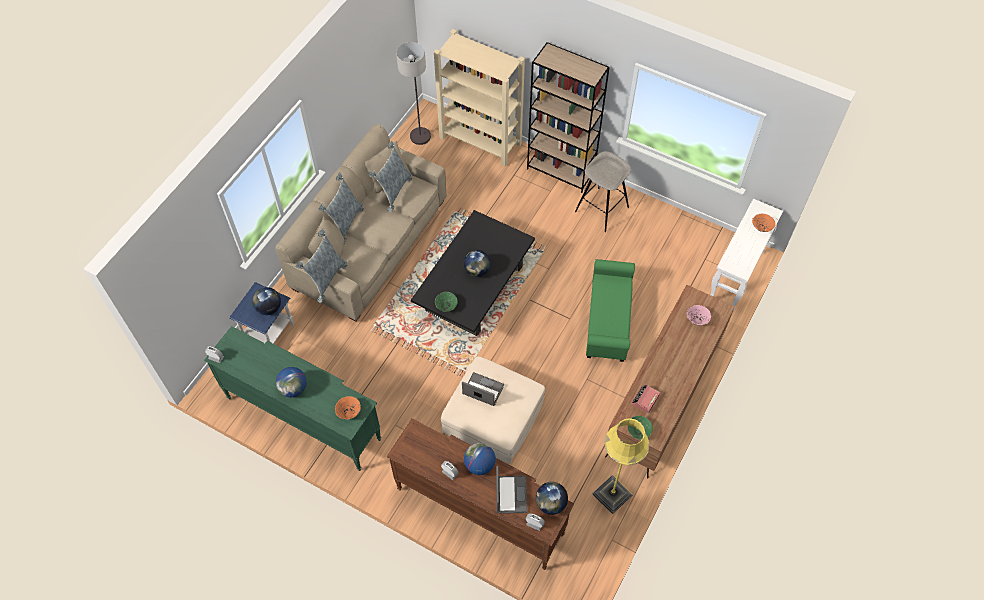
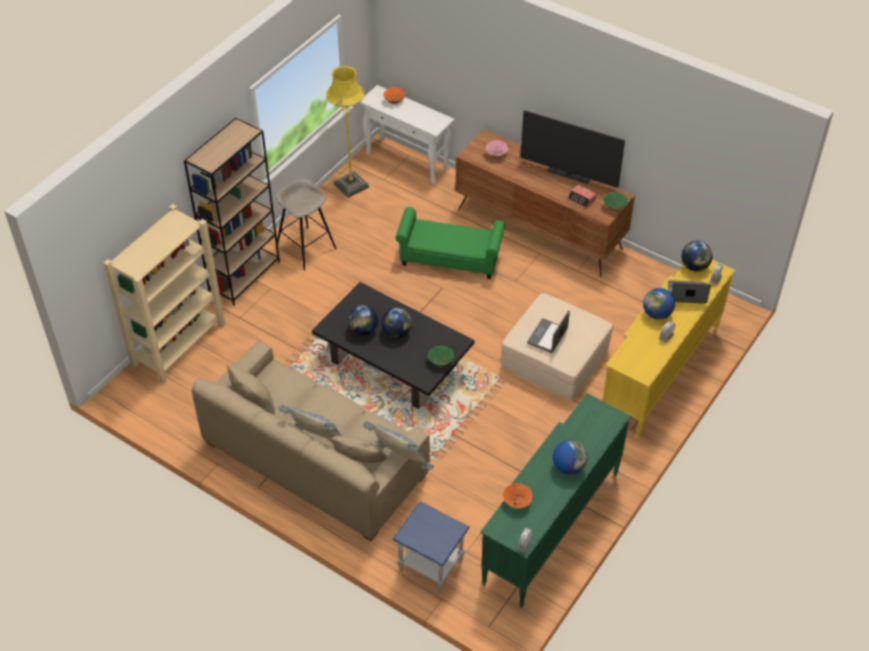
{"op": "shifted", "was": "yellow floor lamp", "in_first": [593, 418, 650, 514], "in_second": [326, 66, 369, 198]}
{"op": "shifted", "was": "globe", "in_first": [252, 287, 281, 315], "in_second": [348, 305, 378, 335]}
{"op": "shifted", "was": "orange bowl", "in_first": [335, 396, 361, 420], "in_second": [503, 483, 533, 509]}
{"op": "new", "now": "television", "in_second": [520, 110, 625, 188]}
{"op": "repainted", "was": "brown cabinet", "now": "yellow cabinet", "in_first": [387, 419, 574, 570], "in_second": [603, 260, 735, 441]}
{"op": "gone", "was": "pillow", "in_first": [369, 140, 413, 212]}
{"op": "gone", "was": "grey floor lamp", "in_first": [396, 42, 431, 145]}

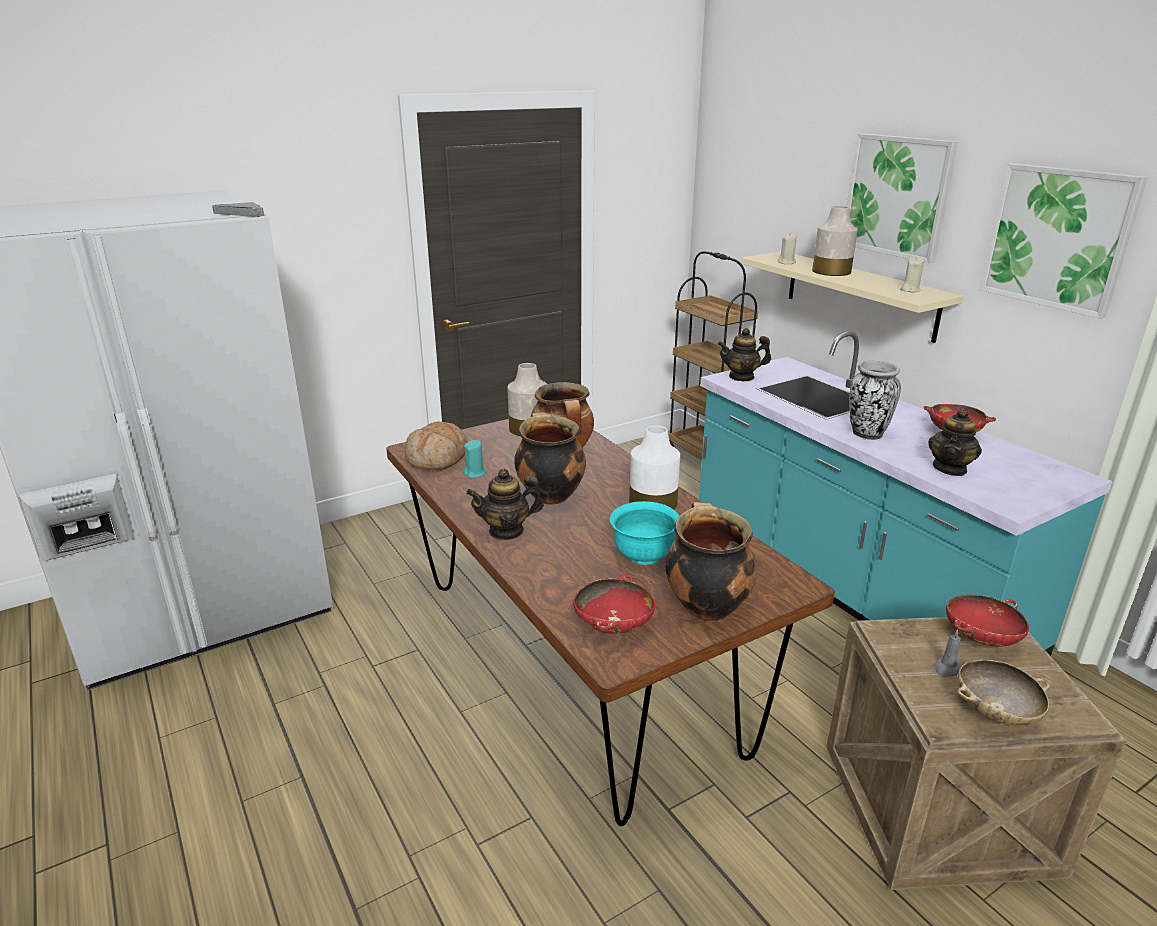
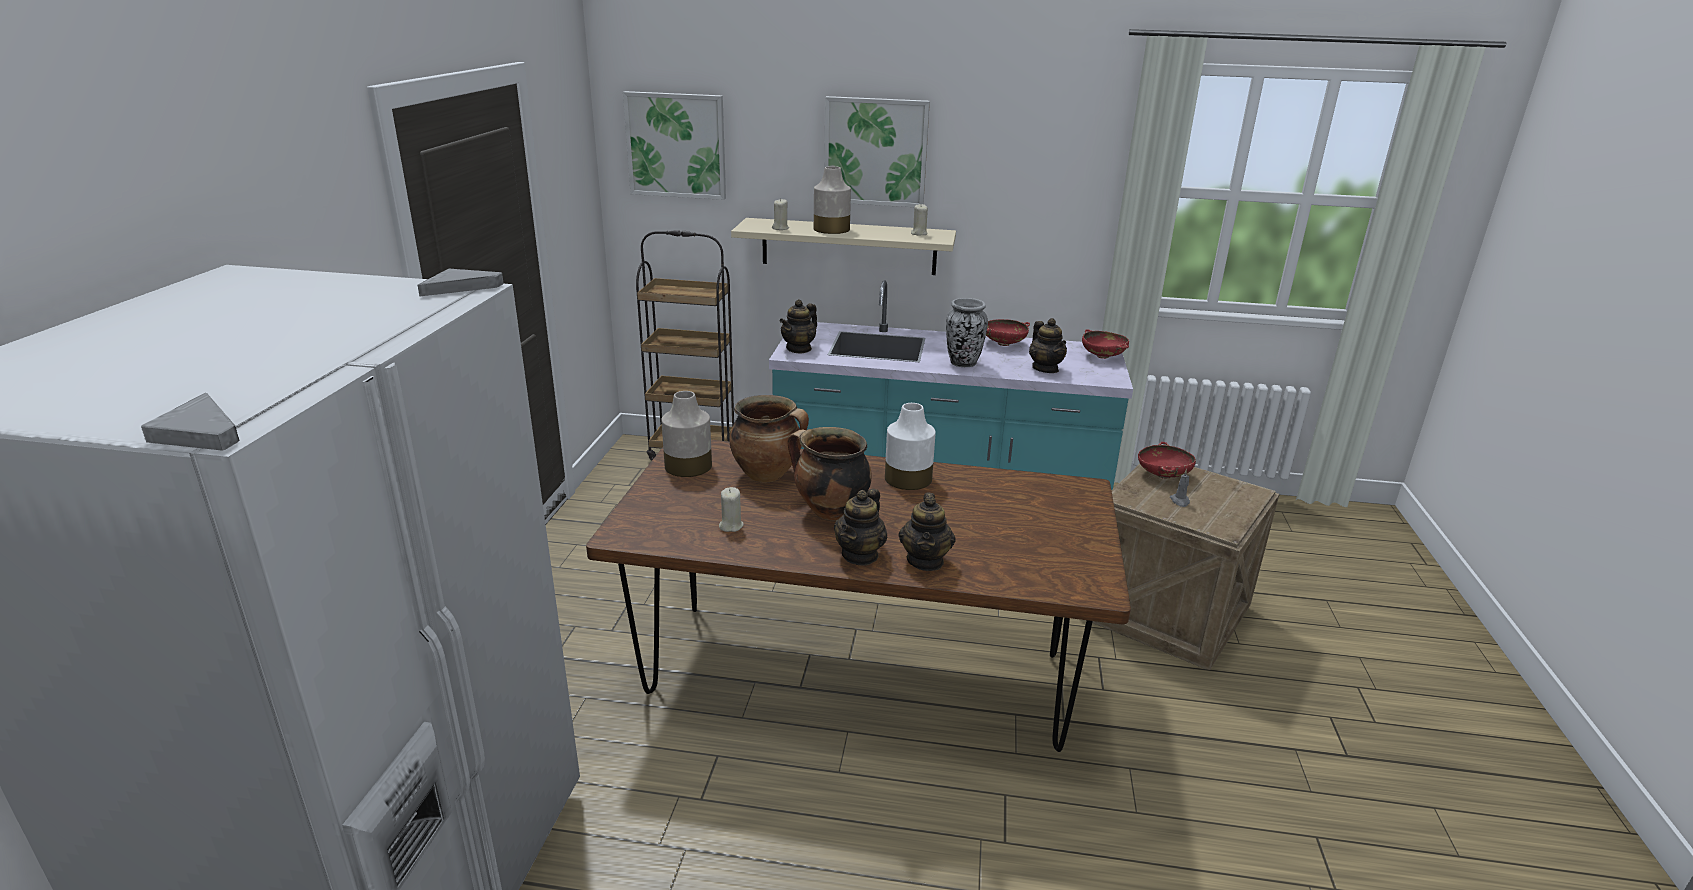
{"op": "shifted", "was": "picture", "in_first": [979, 163, 1148, 319], "in_second": [623, 91, 726, 200]}
{"op": "repainted", "was": "turquoise candle", "now": "beige candle", "in_first": [463, 440, 486, 478], "in_second": [719, 487, 744, 532]}
{"op": "new", "now": "teapot", "in_second": [898, 492, 956, 571]}
{"op": "shifted", "was": "red bowl", "in_first": [573, 574, 655, 634], "in_second": [1082, 329, 1129, 359]}
{"op": "gone", "was": "bread", "in_first": [405, 421, 468, 470]}
{"op": "gone", "was": "turquoise bowl", "in_first": [610, 501, 679, 565]}
{"op": "gone", "was": "cooking pot", "in_first": [665, 502, 757, 622]}
{"op": "gone", "was": "beige bowl", "in_first": [957, 660, 1050, 726]}

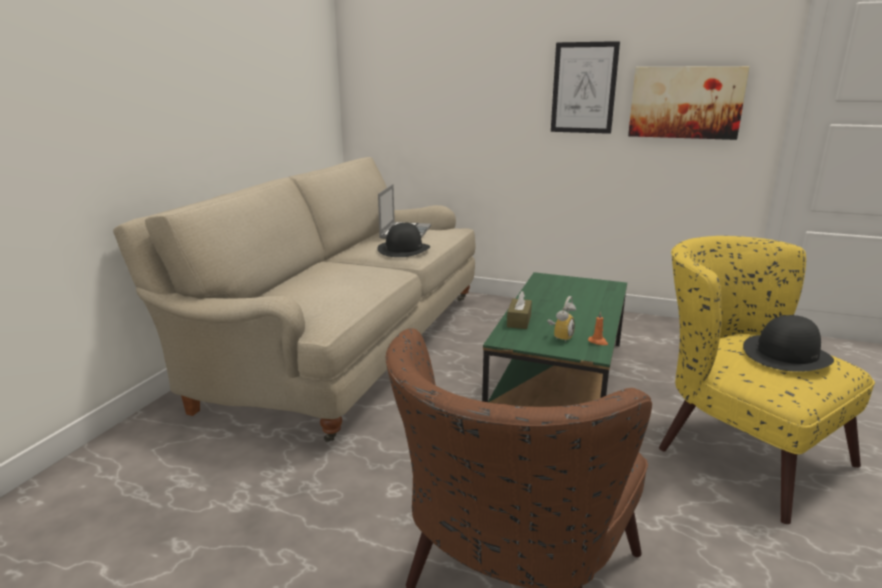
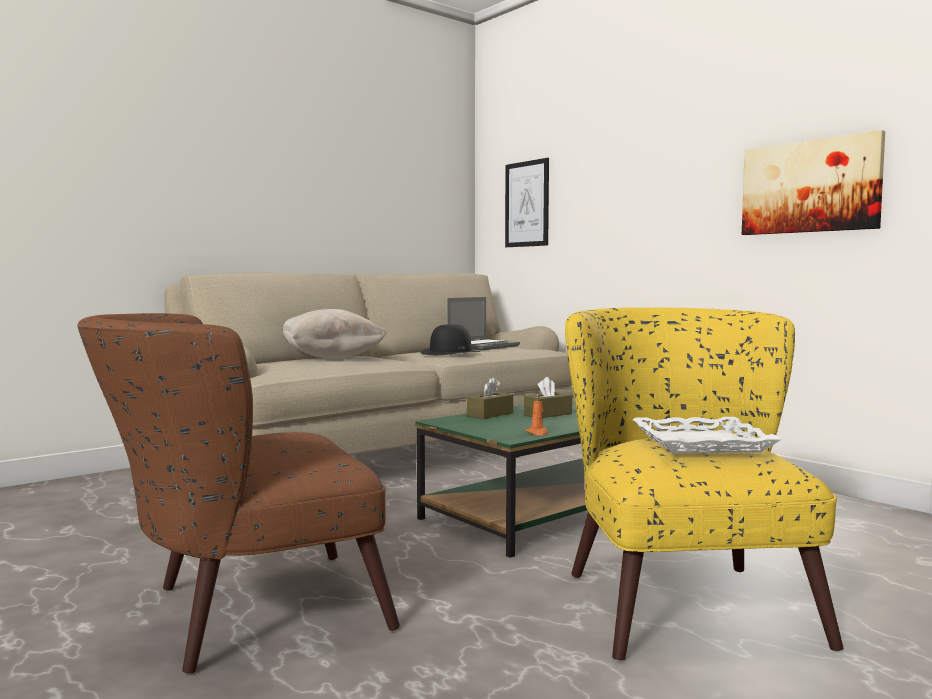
{"op": "new", "now": "beige pillow", "in_second": [283, 309, 387, 359]}
{"op": "shifted", "was": "picture", "in_first": [551, 41, 620, 134], "in_second": [505, 158, 549, 247]}
{"op": "new", "now": "brown tissue box", "in_second": [524, 377, 572, 418]}
{"op": "swapped", "was": "black hat", "now": "white tray", "in_first": [743, 315, 834, 372], "in_second": [632, 417, 782, 453]}
{"op": "gone", "was": "alarm clock", "in_first": [547, 296, 576, 342]}

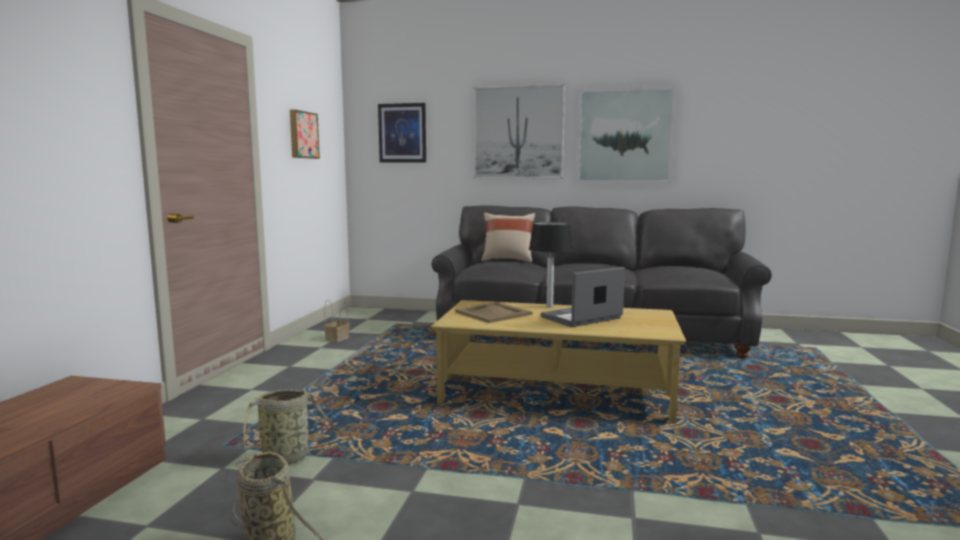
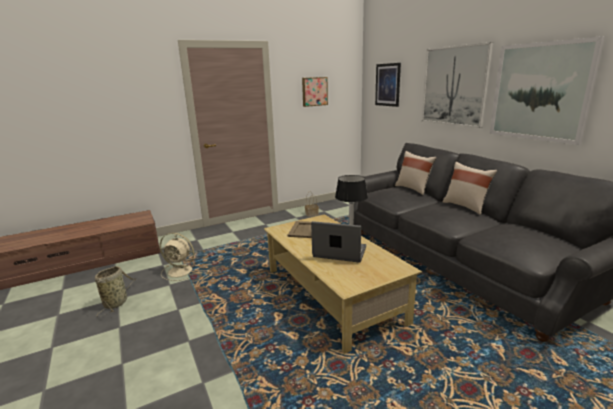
{"op": "swapped", "was": "basket", "now": "beige fan", "in_first": [236, 389, 352, 465], "in_second": [159, 233, 194, 281]}
{"op": "new", "now": "beige pillow", "in_second": [442, 162, 497, 215]}

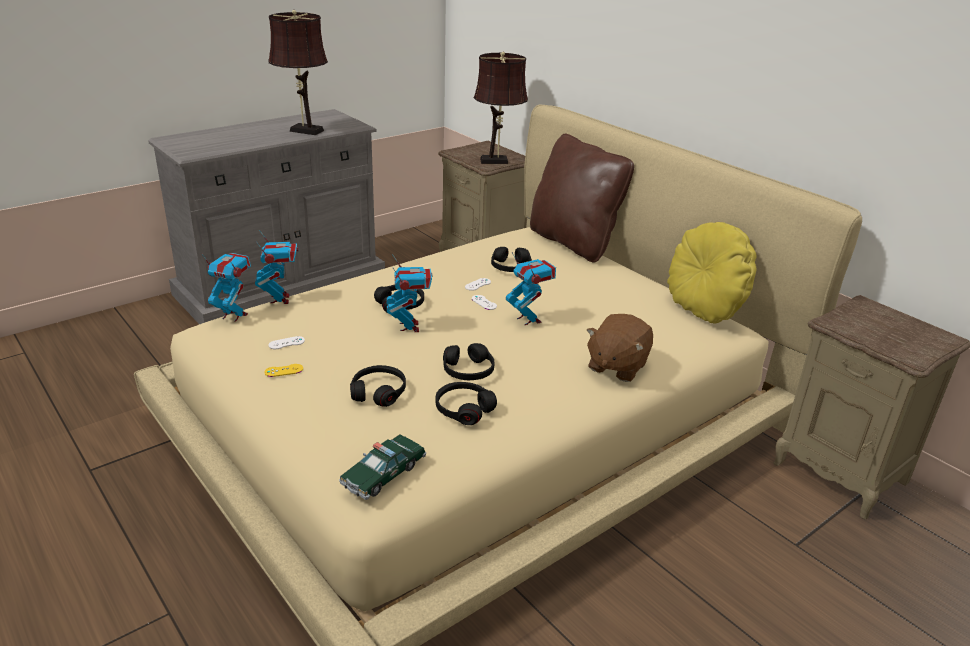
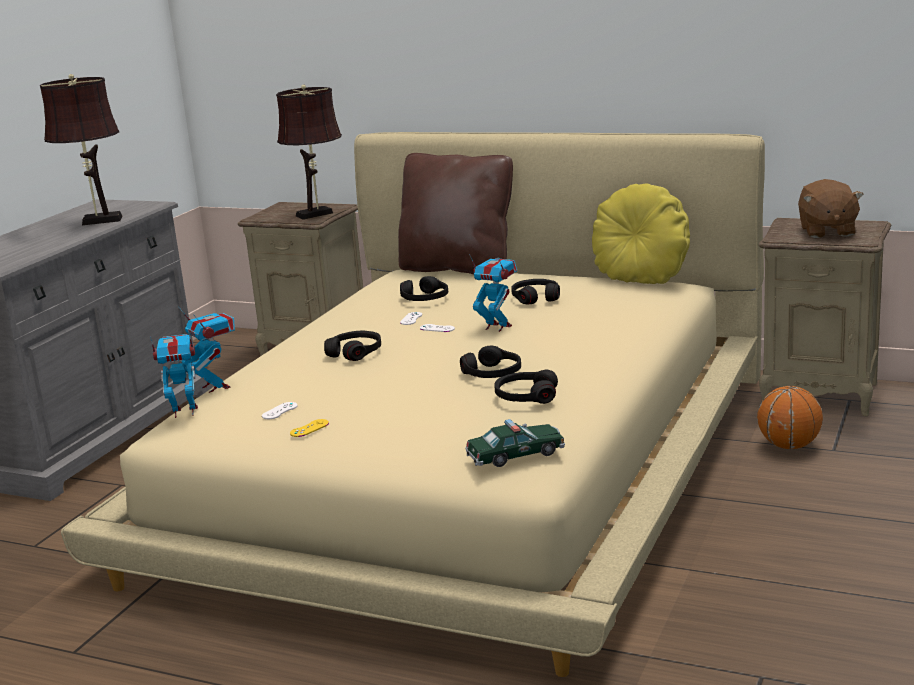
{"op": "rotated", "was": "toy car", "in_first": [339, 435, 426, 500], "in_second": [465, 419, 565, 467], "clockwise": -120}
{"op": "shifted", "was": "black headphones", "in_first": [350, 365, 406, 407], "in_second": [511, 279, 560, 305]}
{"op": "new", "now": "basketball", "in_second": [757, 386, 823, 449]}
{"op": "shifted", "was": "brown plush toy", "in_first": [586, 314, 653, 382], "in_second": [798, 179, 864, 238]}
{"op": "gone", "was": "toy robot", "in_first": [386, 254, 432, 332]}

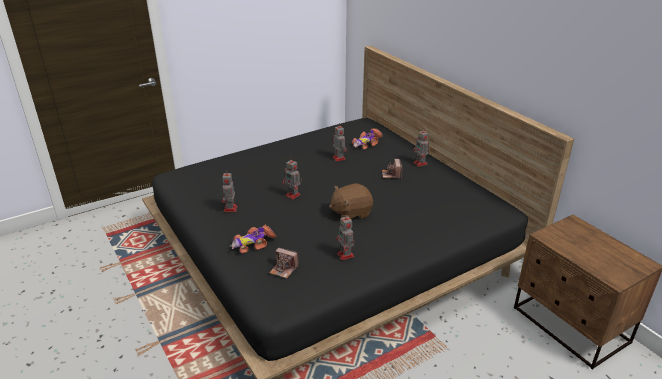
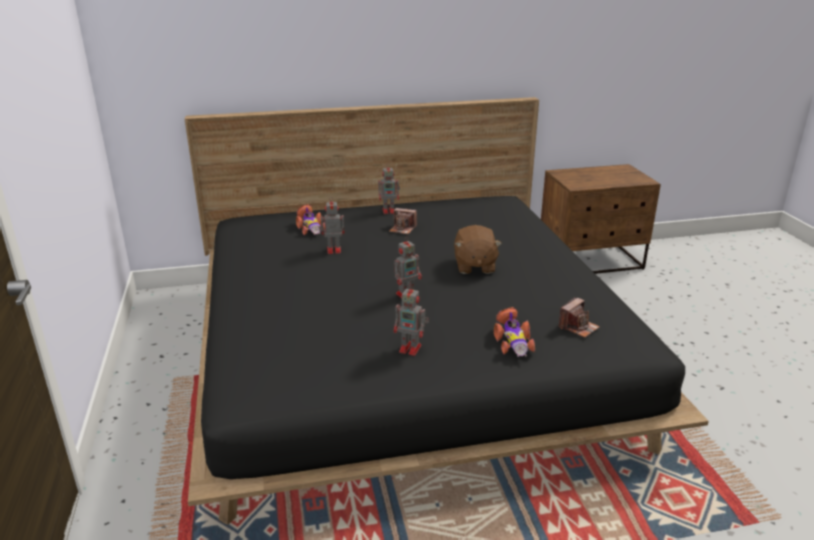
{"op": "gone", "was": "toy robot", "in_first": [336, 216, 354, 260]}

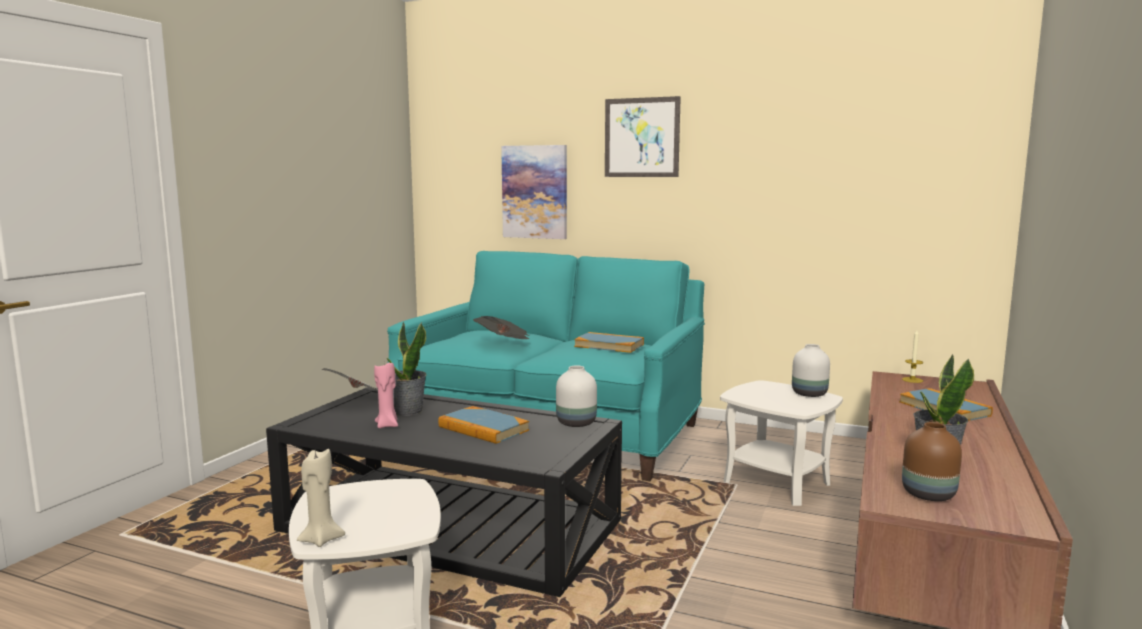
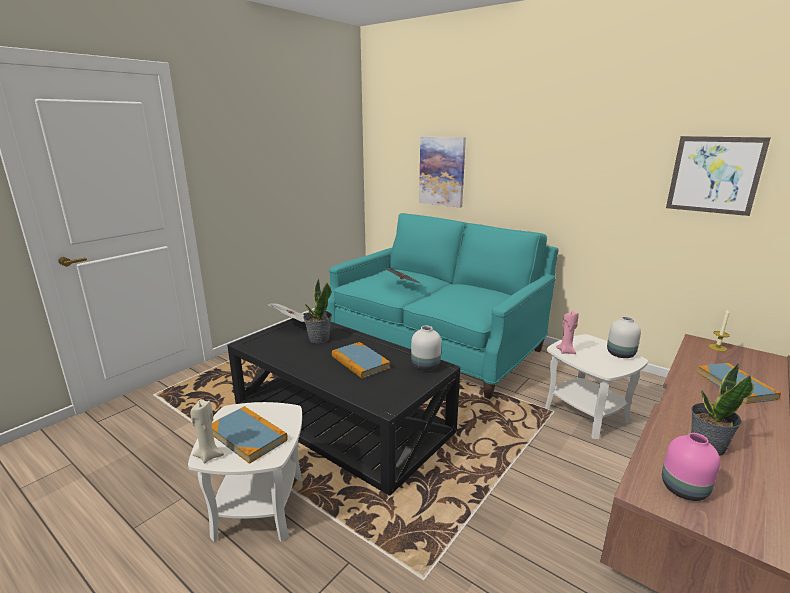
{"op": "shifted", "was": "book", "in_first": [574, 332, 644, 353], "in_second": [212, 406, 288, 464]}
{"op": "shifted", "was": "pink candle", "in_first": [374, 363, 398, 428], "in_second": [556, 311, 579, 354]}
{"op": "repainted", "was": "brown vase", "now": "pink vase", "in_first": [902, 422, 962, 501], "in_second": [662, 433, 720, 501]}
{"op": "shifted", "was": "picture", "in_first": [605, 96, 681, 177], "in_second": [666, 136, 771, 216]}

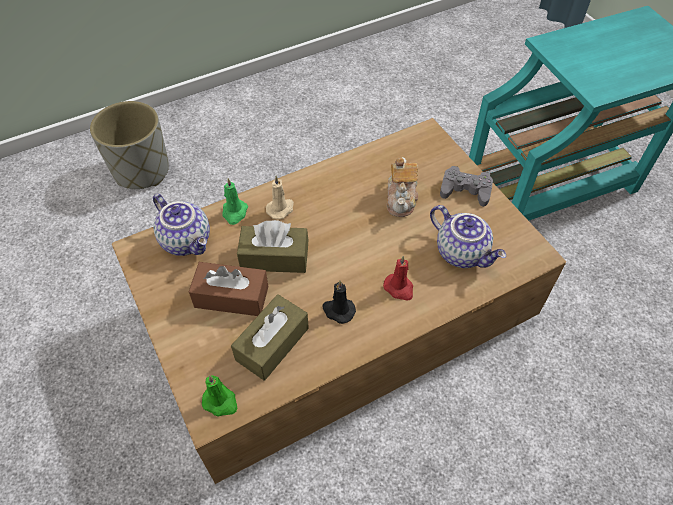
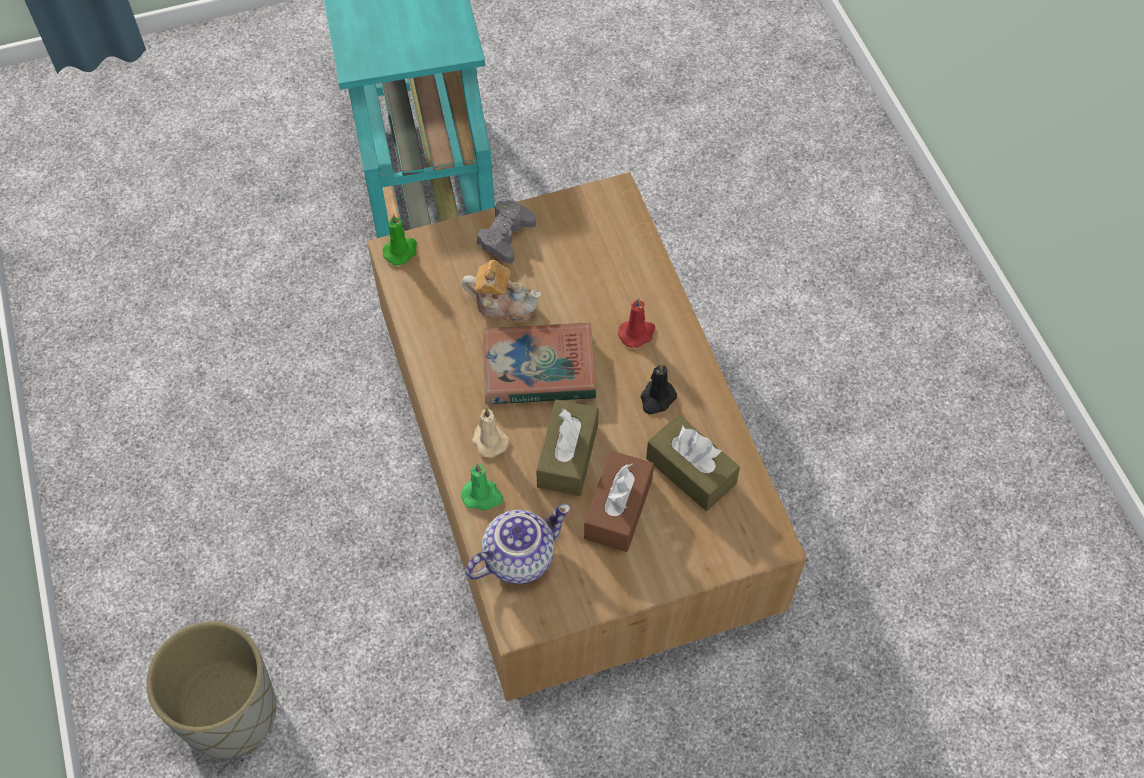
{"op": "shifted", "was": "green candle", "in_first": [202, 375, 237, 416], "in_second": [382, 214, 417, 265]}
{"op": "new", "now": "book", "in_second": [483, 323, 596, 405]}
{"op": "gone", "was": "teapot", "in_first": [430, 205, 506, 268]}

